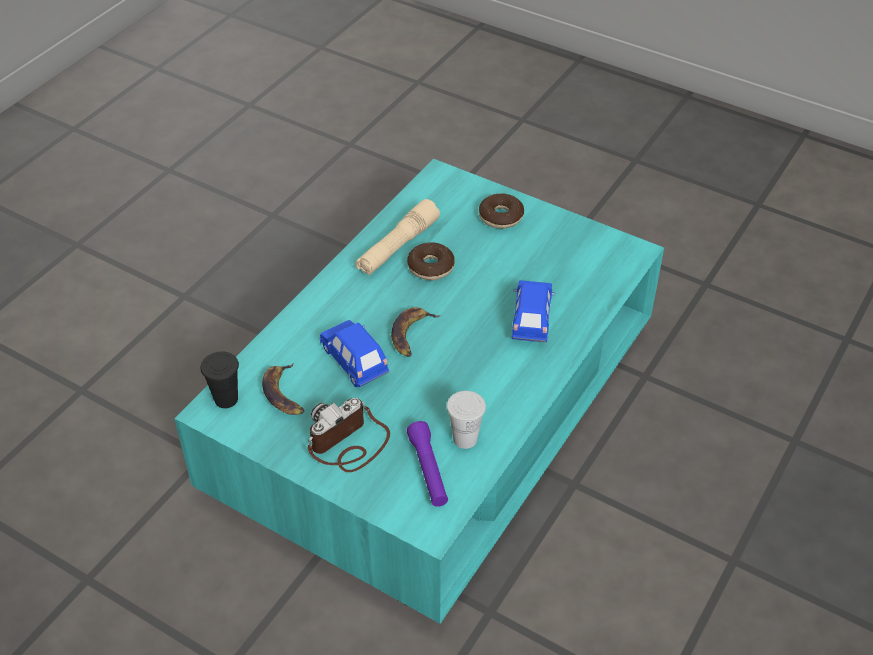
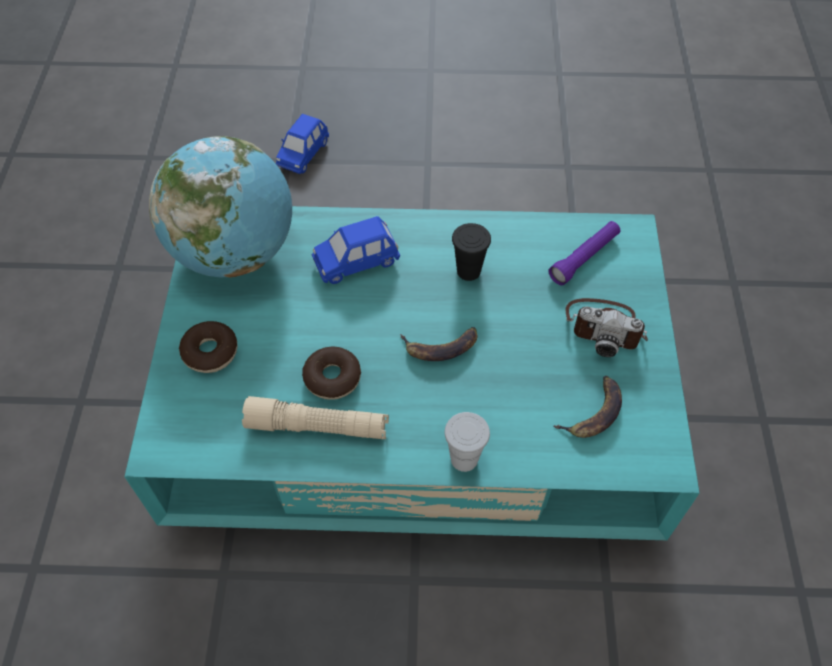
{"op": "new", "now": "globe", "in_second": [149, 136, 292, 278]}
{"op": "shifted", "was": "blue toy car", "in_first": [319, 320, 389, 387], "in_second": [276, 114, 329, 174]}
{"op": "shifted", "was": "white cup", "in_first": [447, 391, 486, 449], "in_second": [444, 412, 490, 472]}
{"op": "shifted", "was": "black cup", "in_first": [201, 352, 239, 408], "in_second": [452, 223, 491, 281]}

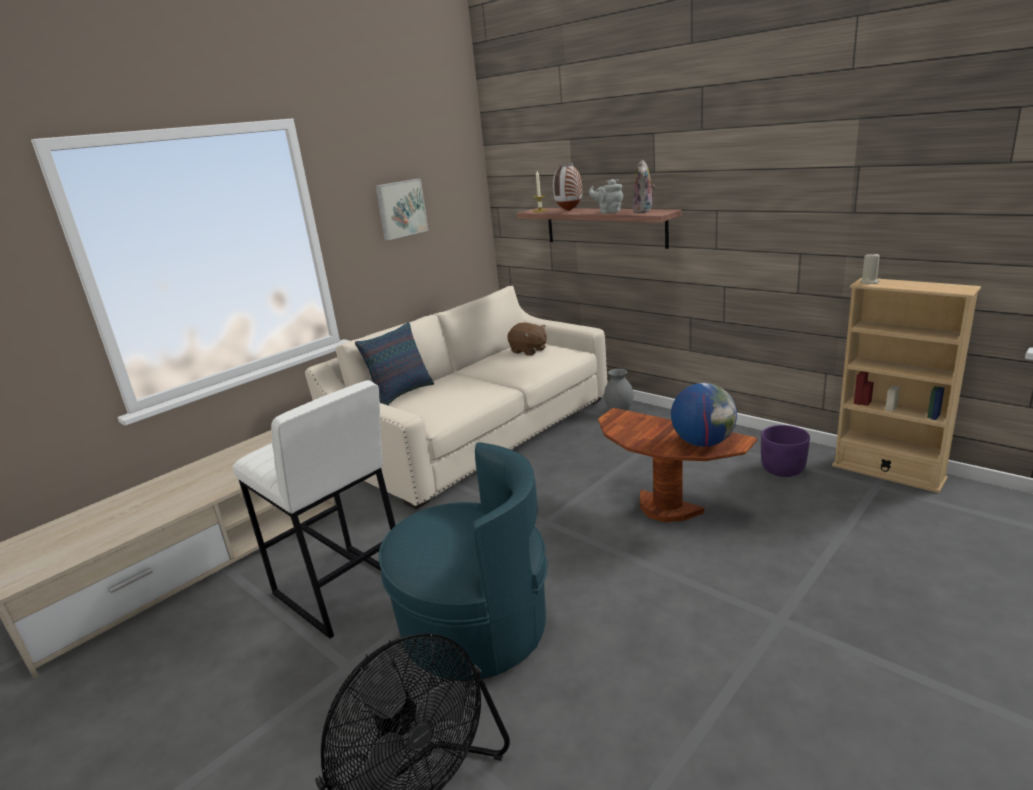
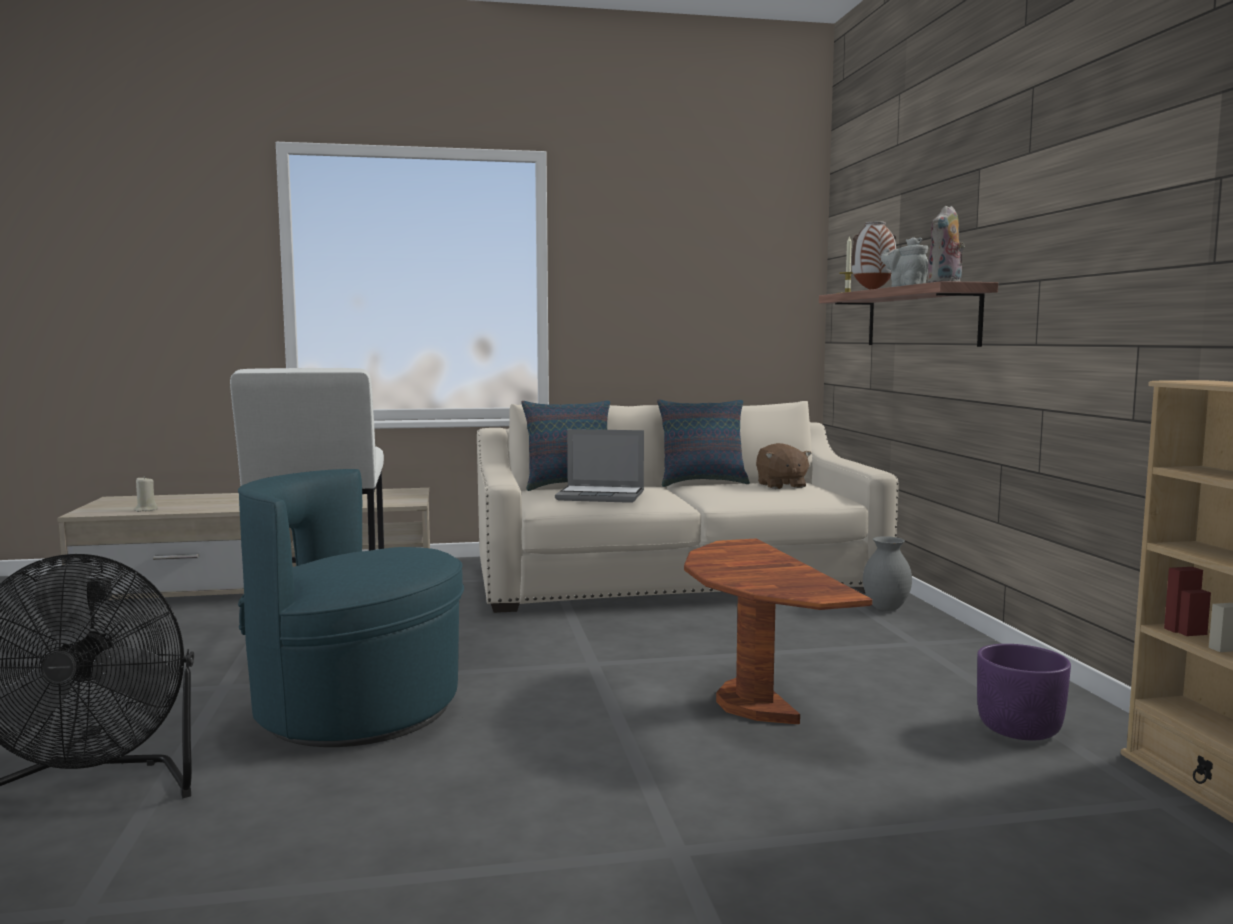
{"op": "shifted", "was": "beige candle", "in_first": [860, 252, 880, 284], "in_second": [135, 476, 158, 512]}
{"op": "rotated", "was": "turquoise armchair", "in_first": [379, 442, 548, 681], "in_second": [238, 469, 464, 747], "clockwise": 150}
{"op": "new", "now": "laptop", "in_second": [555, 429, 644, 503]}
{"op": "new", "now": "blue pillow", "in_second": [657, 399, 750, 487]}
{"op": "gone", "was": "picture", "in_first": [375, 179, 428, 240]}
{"op": "gone", "was": "globe", "in_first": [671, 383, 737, 447]}

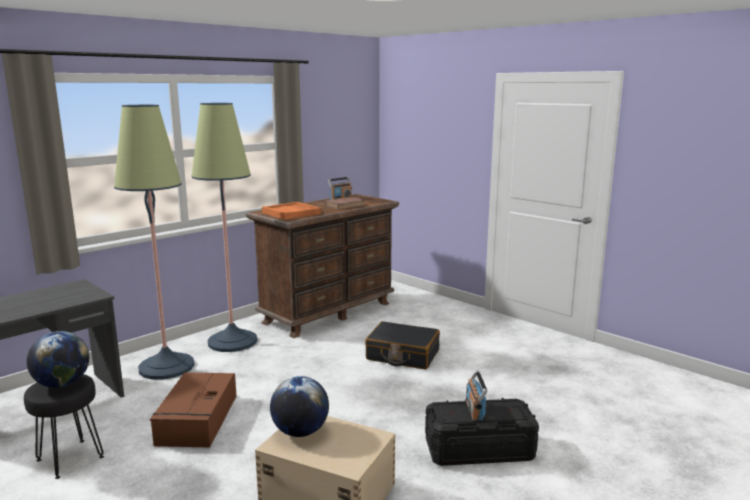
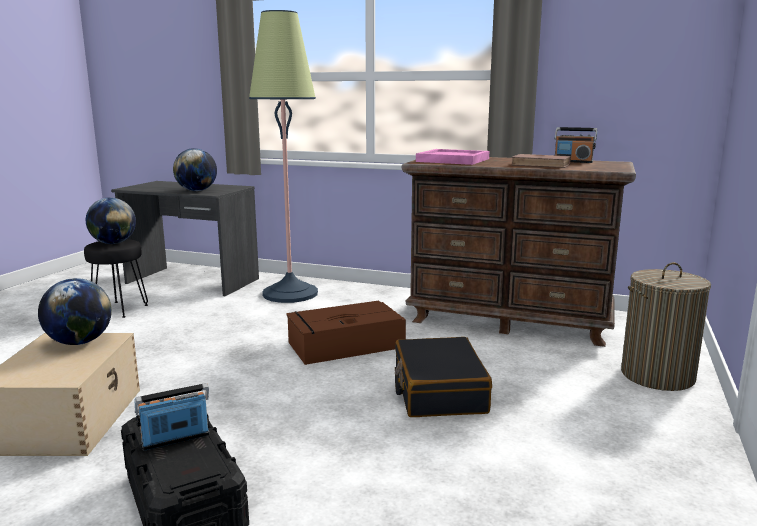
{"op": "new", "now": "globe", "in_second": [173, 148, 217, 191]}
{"op": "shifted", "was": "brown storage box", "in_first": [150, 372, 236, 447], "in_second": [286, 301, 406, 365]}
{"op": "repainted", "was": "orange tray", "now": "pink tray", "in_first": [262, 202, 321, 220], "in_second": [416, 149, 489, 165]}
{"op": "new", "now": "laundry basket", "in_second": [621, 262, 711, 391]}
{"op": "gone", "was": "floor lamp", "in_first": [192, 103, 257, 352]}

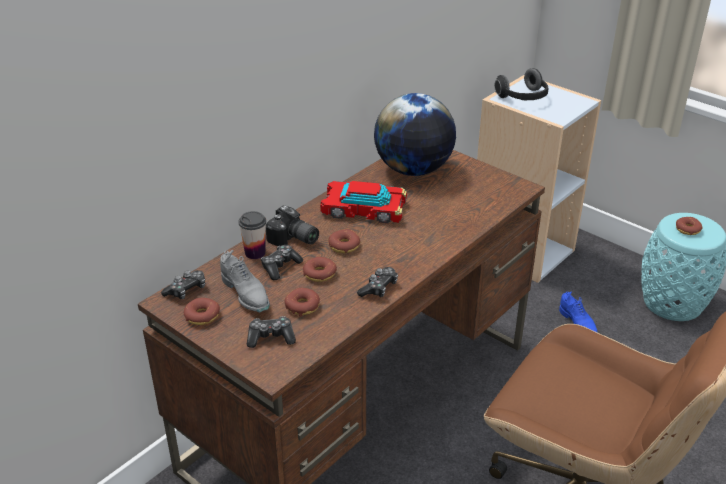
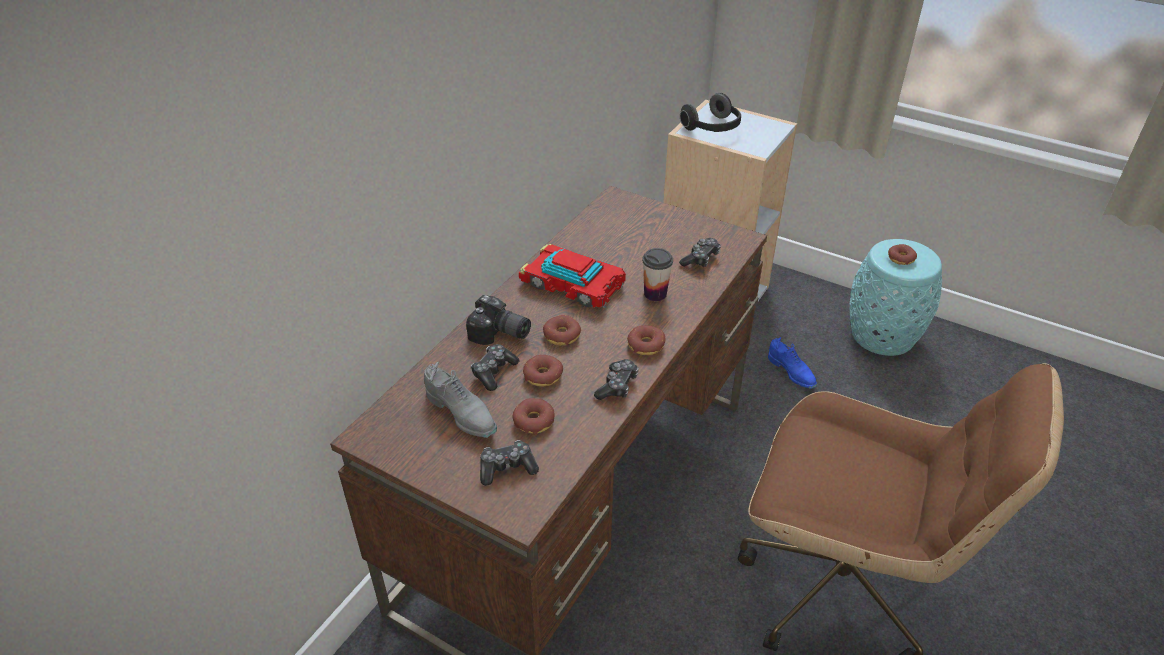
{"op": "rotated", "was": "toy car", "in_first": [320, 181, 407, 223], "in_second": [519, 244, 626, 308], "clockwise": -150}
{"op": "shifted", "was": "donut", "in_first": [184, 298, 220, 325], "in_second": [627, 325, 666, 355]}
{"op": "shifted", "was": "cup", "in_first": [239, 211, 266, 259], "in_second": [642, 248, 673, 301]}
{"op": "shifted", "was": "game controller", "in_first": [161, 270, 205, 299], "in_second": [679, 238, 721, 267]}
{"op": "gone", "was": "globe", "in_first": [374, 93, 456, 176]}

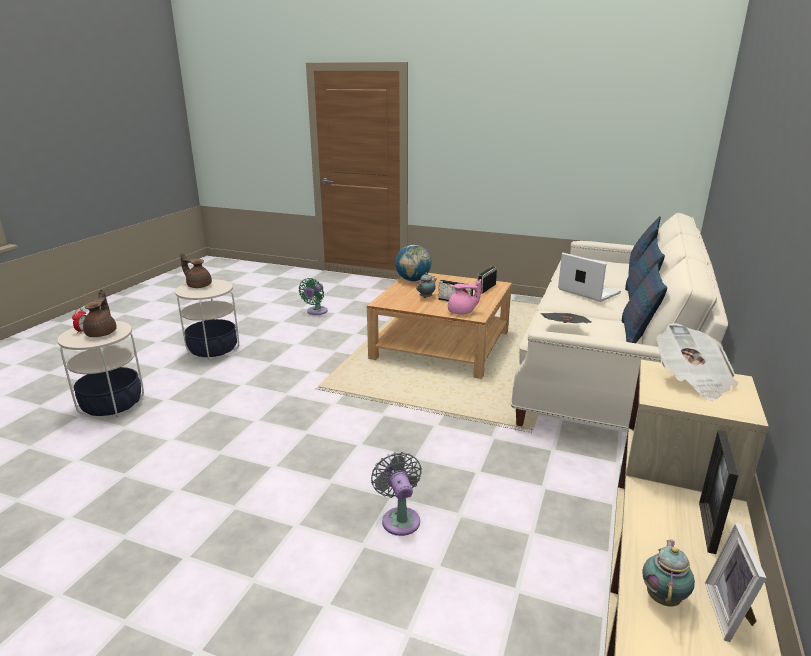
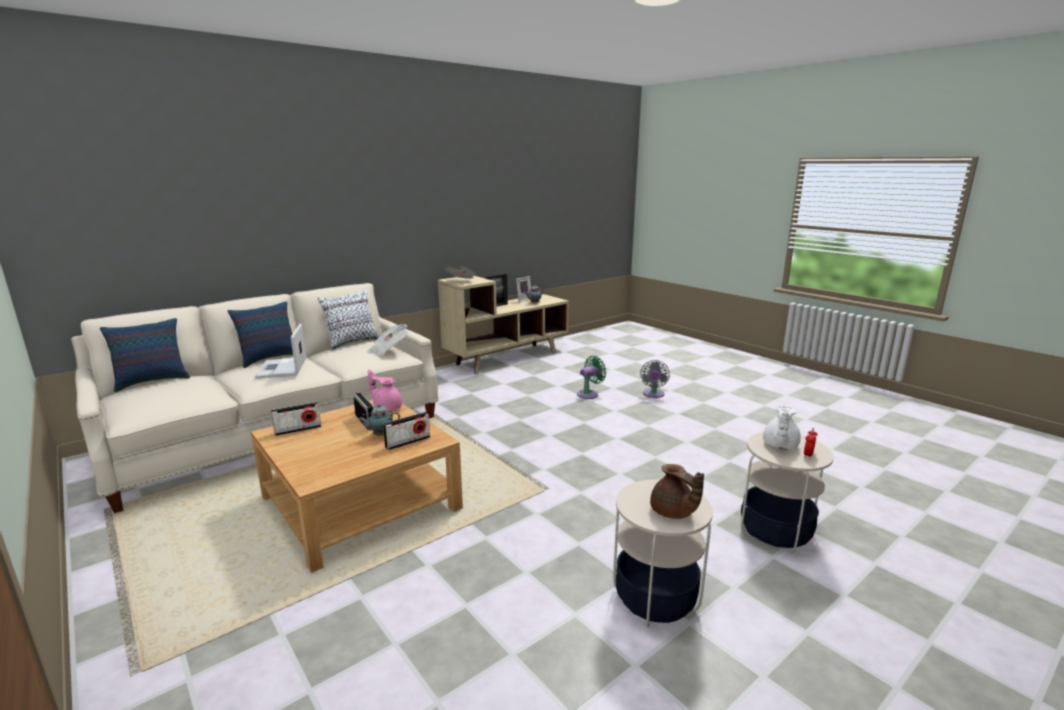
{"op": "repainted", "was": "blue pillow", "now": "white pillow", "in_first": [622, 264, 667, 343], "in_second": [318, 291, 379, 351]}
{"op": "new", "now": "radio", "in_second": [383, 412, 430, 450]}
{"op": "shifted", "was": "green fan", "in_first": [299, 278, 328, 315], "in_second": [577, 356, 607, 399]}
{"op": "shifted", "was": "grey fan", "in_first": [371, 452, 422, 536], "in_second": [640, 360, 670, 398]}
{"op": "repainted", "was": "brown teapot", "now": "white teapot", "in_first": [83, 289, 117, 337], "in_second": [763, 406, 801, 450]}
{"op": "gone", "was": "globe", "in_first": [395, 245, 431, 281]}

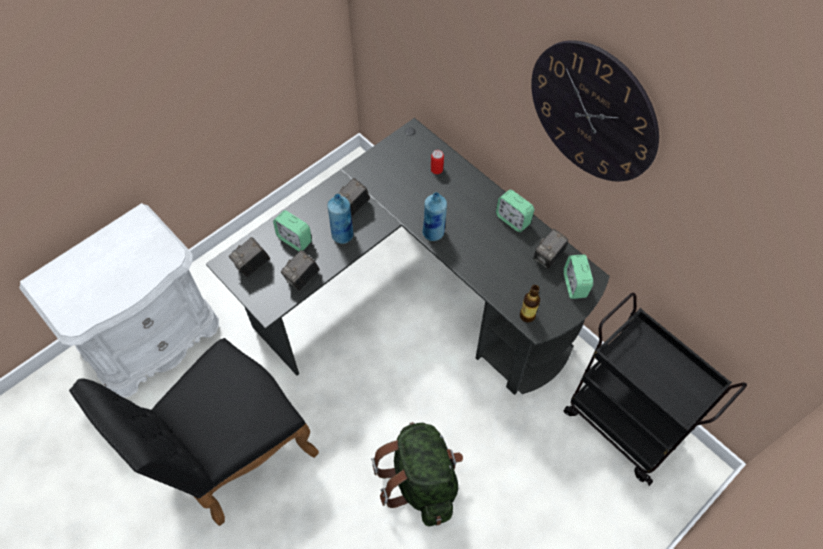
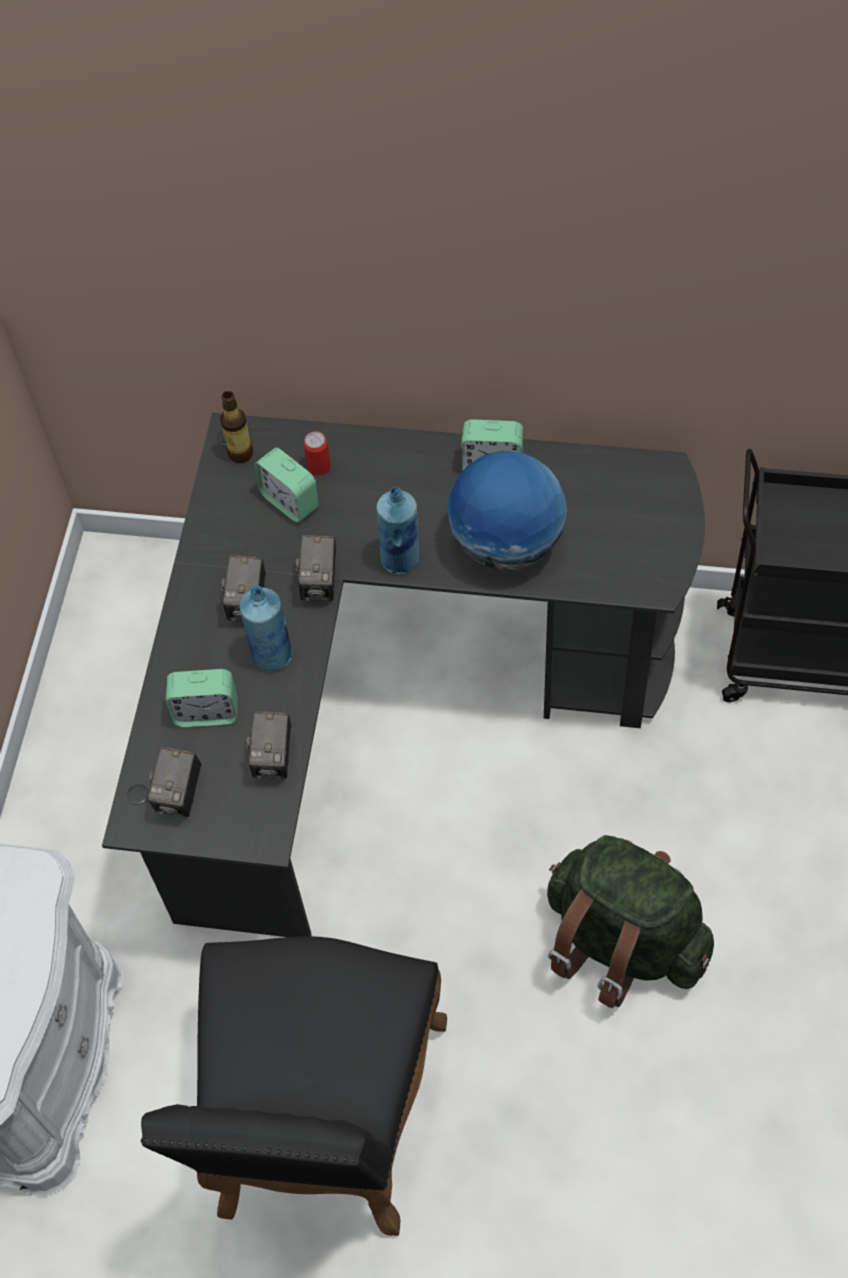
{"op": "shifted", "was": "bottle", "in_first": [520, 285, 540, 323], "in_second": [220, 391, 253, 463]}
{"op": "shifted", "was": "alarm clock", "in_first": [563, 254, 593, 299], "in_second": [254, 448, 319, 523]}
{"op": "shifted", "was": "photo camera", "in_first": [534, 229, 568, 269], "in_second": [296, 535, 336, 601]}
{"op": "new", "now": "globe", "in_second": [448, 451, 567, 571]}
{"op": "gone", "was": "wall clock", "in_first": [531, 40, 659, 182]}

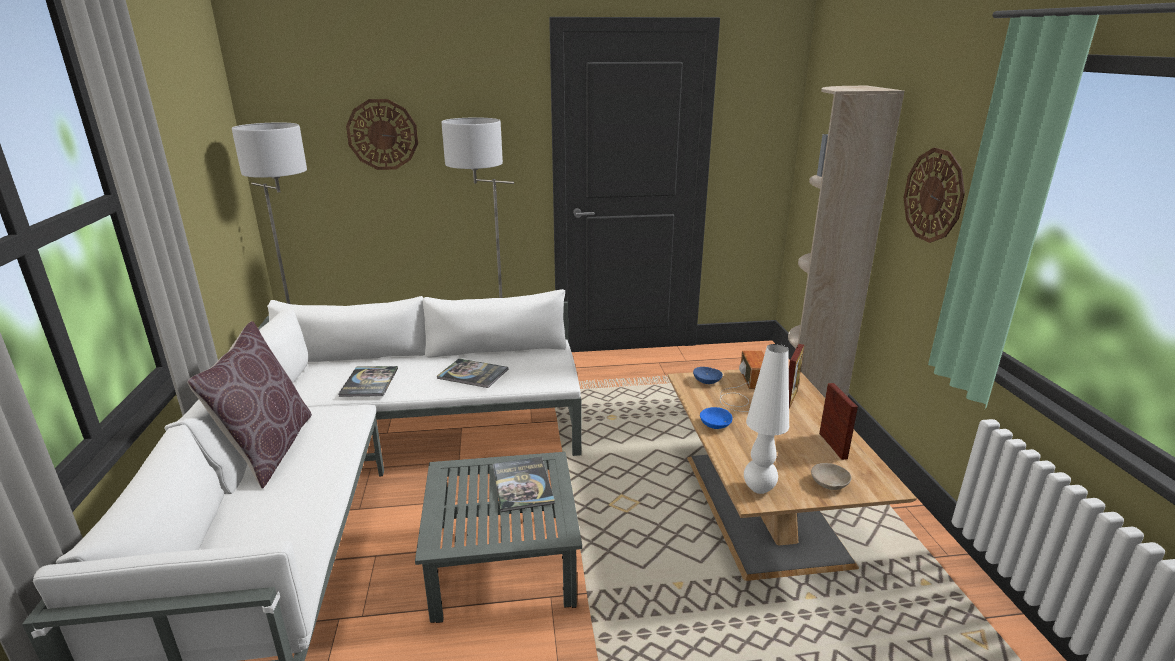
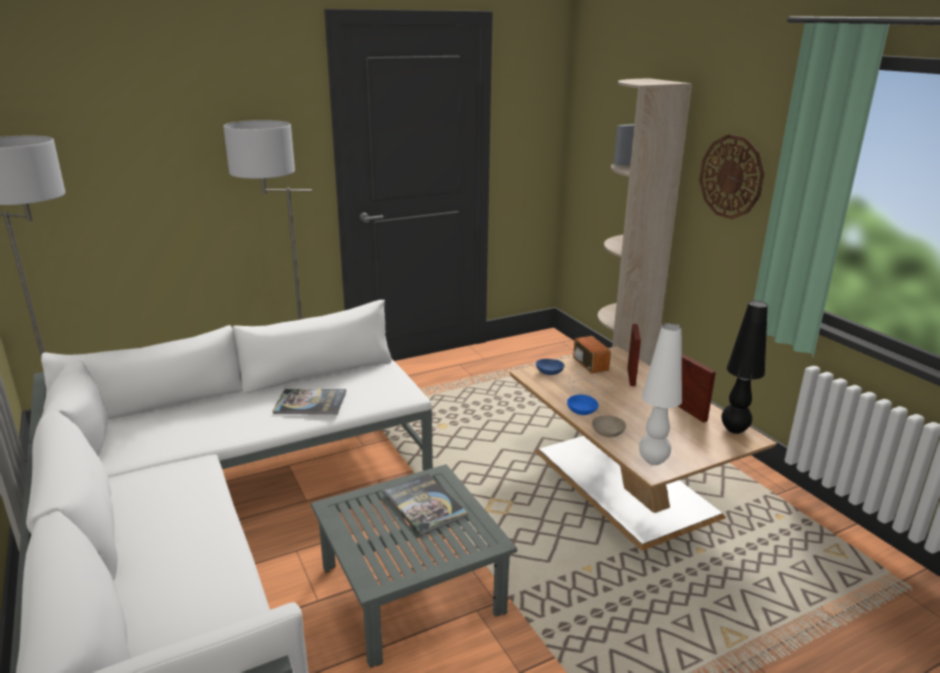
{"op": "shifted", "was": "beige bowl", "in_first": [811, 463, 851, 490], "in_second": [592, 415, 626, 437]}
{"op": "new", "now": "black table lamp", "in_second": [722, 301, 768, 434]}
{"op": "gone", "was": "brown pillow", "in_first": [187, 321, 312, 489]}
{"op": "gone", "was": "book", "in_first": [338, 366, 398, 397]}
{"op": "gone", "was": "wall clock", "in_first": [346, 99, 418, 170]}

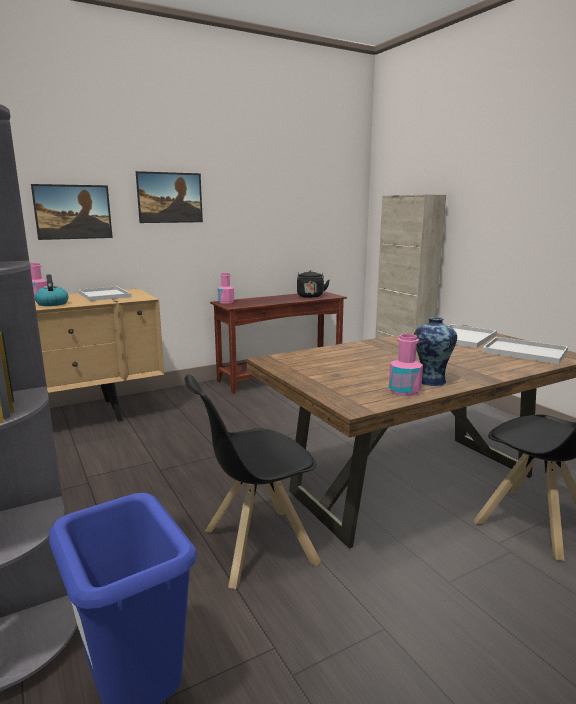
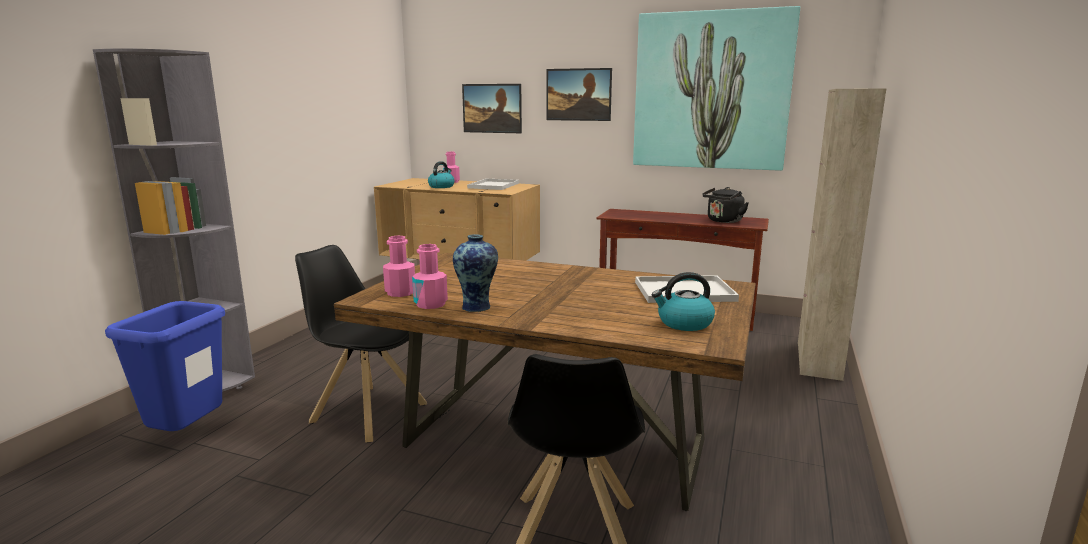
{"op": "shifted", "was": "pink bottle", "in_first": [218, 273, 234, 304], "in_second": [383, 236, 415, 297]}
{"op": "new", "now": "picture", "in_second": [633, 6, 800, 171]}
{"op": "swapped", "was": "white tray", "now": "kettle", "in_first": [482, 337, 568, 364], "in_second": [652, 272, 715, 331]}

